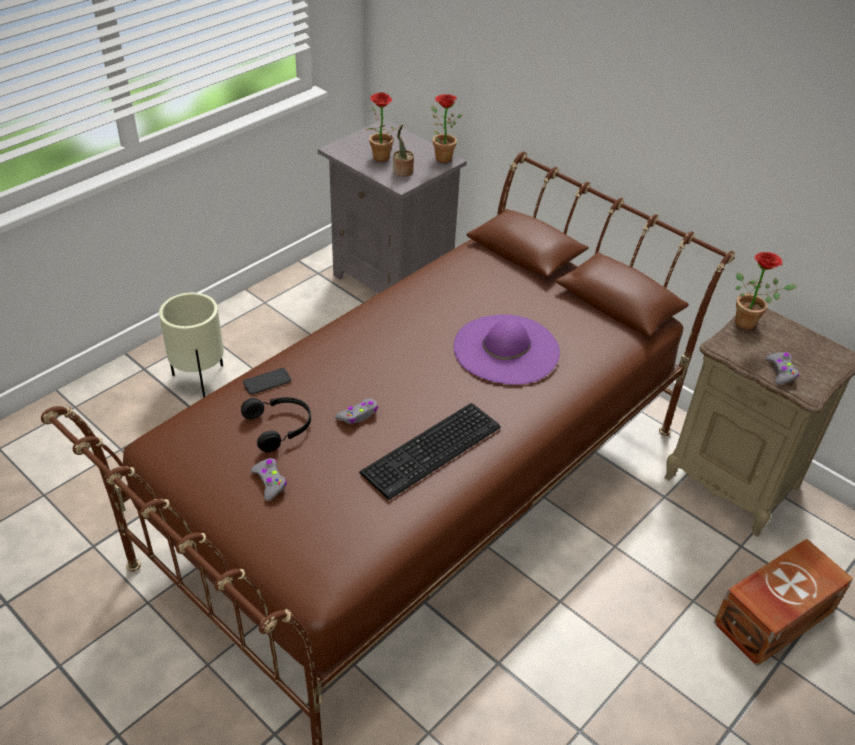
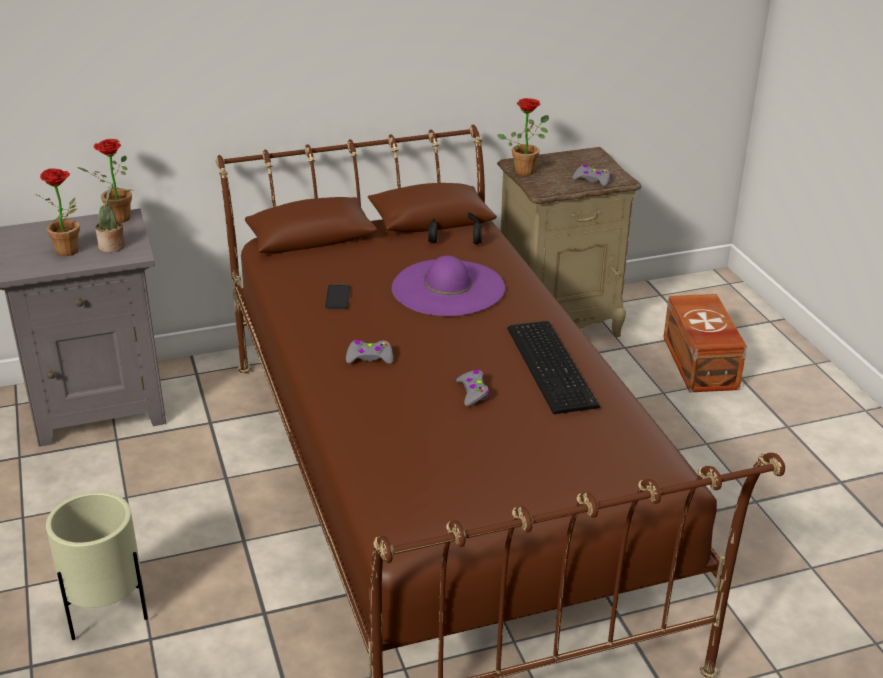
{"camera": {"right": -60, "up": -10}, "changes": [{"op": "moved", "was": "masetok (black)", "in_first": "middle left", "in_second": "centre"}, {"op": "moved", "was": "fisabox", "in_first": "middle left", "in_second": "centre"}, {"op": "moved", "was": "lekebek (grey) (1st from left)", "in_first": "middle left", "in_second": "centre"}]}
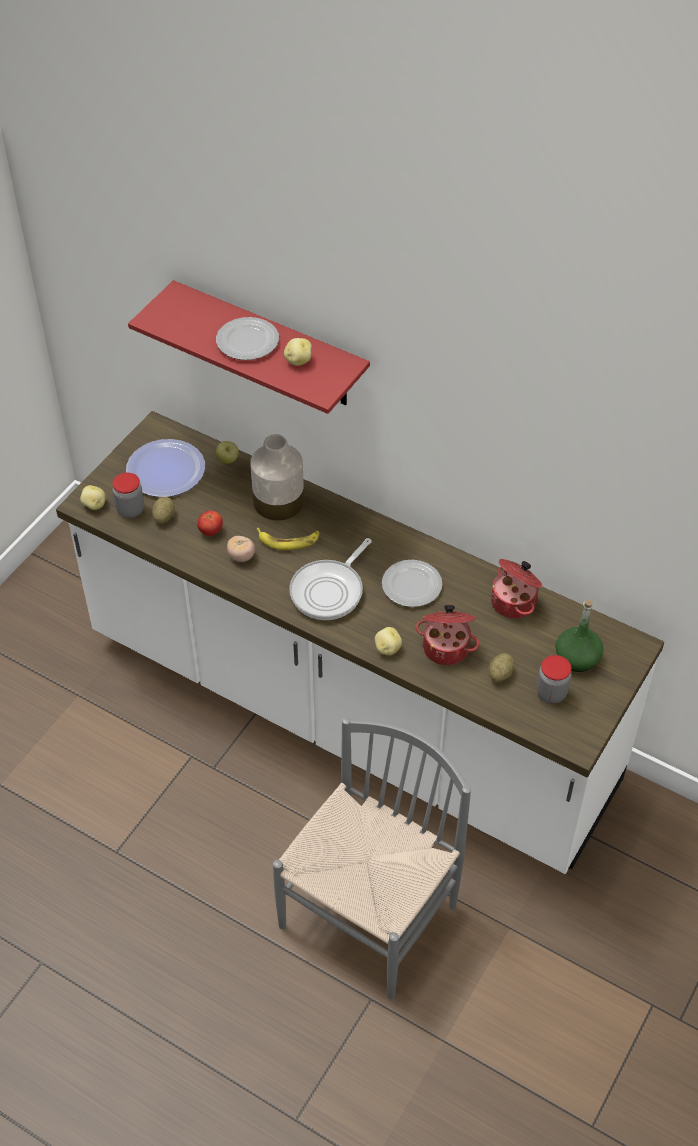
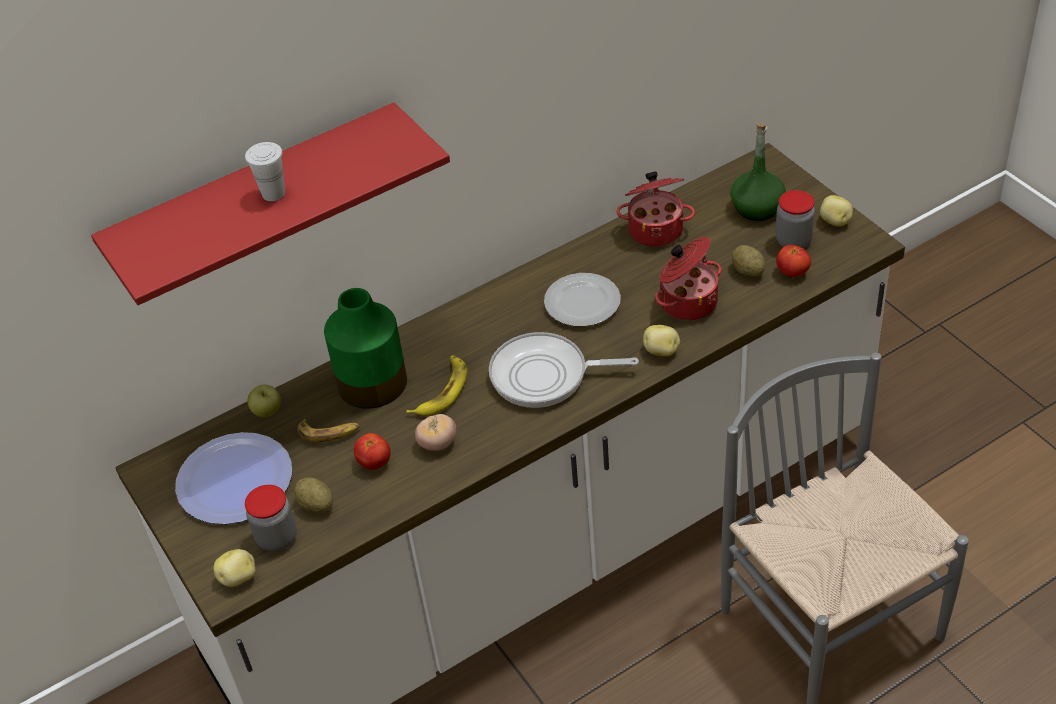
{"camera": {"right": -60, "up": -5}, "changes": [{"op": "added", "now": "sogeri (1st from left)", "in_second": "middle left"}, {"op": "added", "now": "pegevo (3rd from left)", "in_second": "middle right"}, {"op": "moved", "was": "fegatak (3rd from left in the first image)", "now": "fegatak (5th from left)", "in_first": "top centre", "in_second": "top right"}, {"op": "replaced", "was": "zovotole (2nd from left)", "now": "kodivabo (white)", "in_first": "top centre", "in_second": "top left"}, {"op": "recoloured", "was": "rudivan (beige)", "now": "rudivan (green)", "in_first": "centre", "in_second": "centre"}, {"op": "turned", "was": "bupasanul", "in_first": "centre", "in_second": "centre", "clockwise": 120}]}
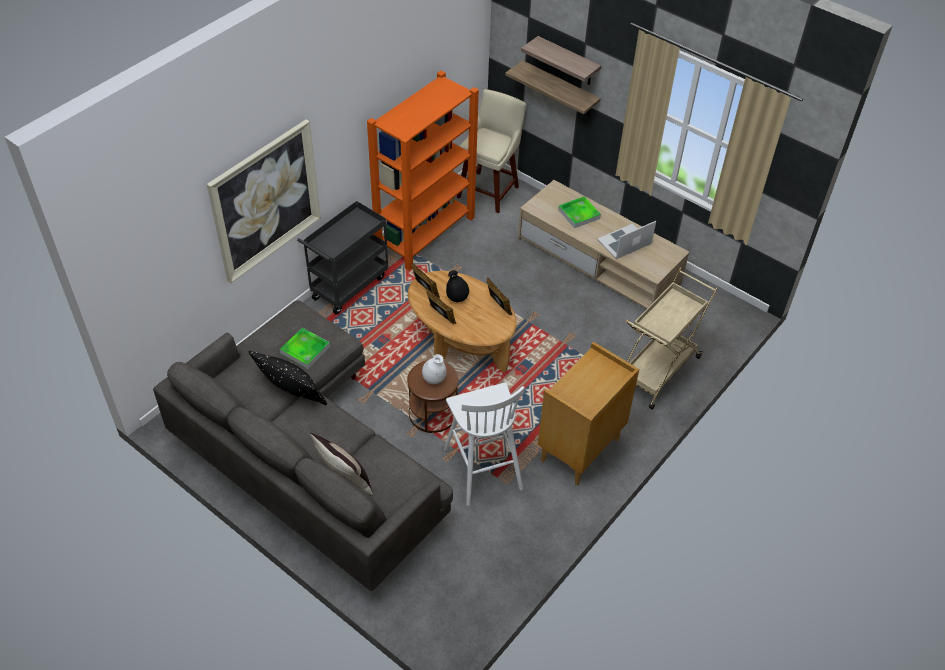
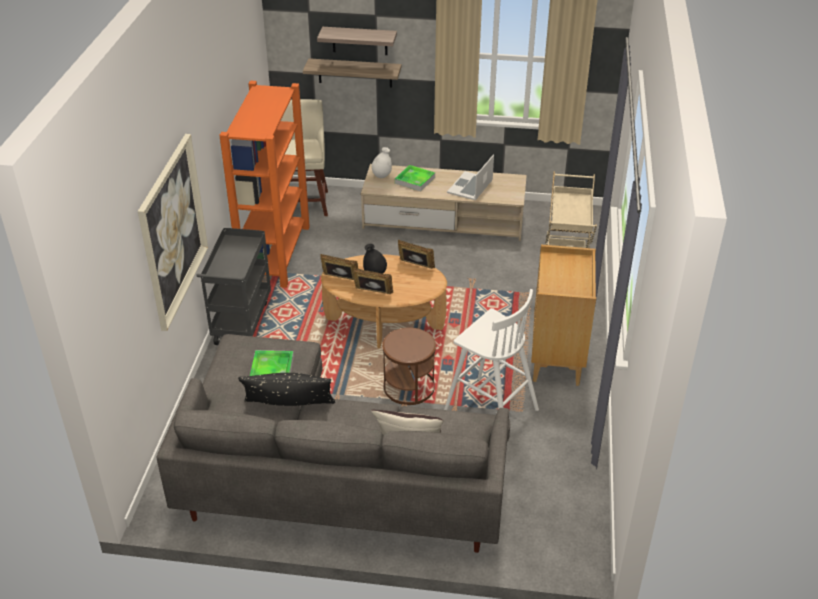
{"camera": {"right": -30, "up": -10}, "changes": [{"op": "moved", "was": "rudivan (white)", "in_first": "centre", "in_second": "top centre"}]}
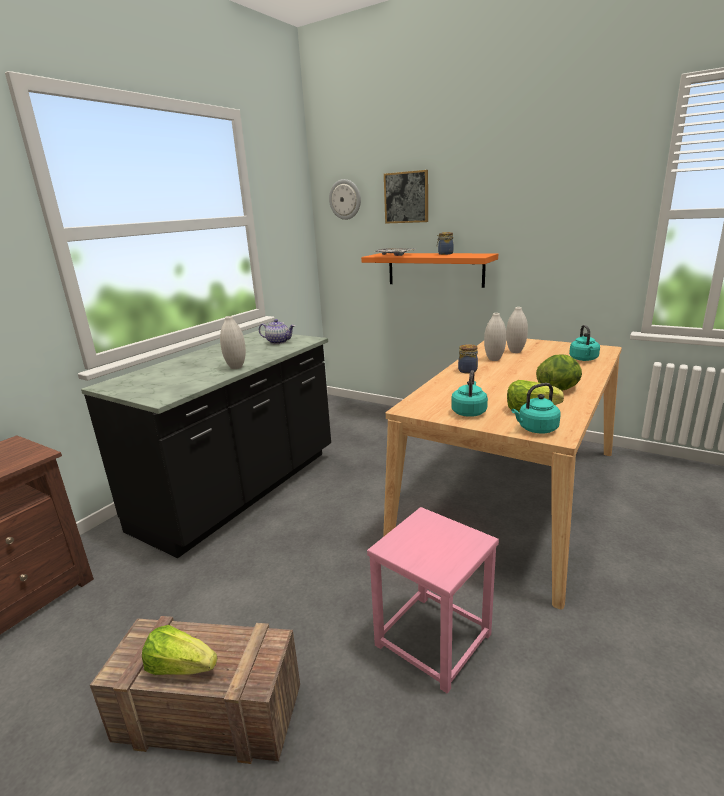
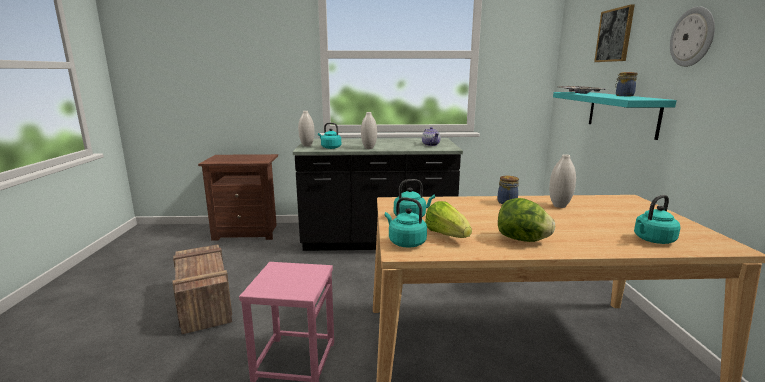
{"camera": {"right": 55, "up": -5}, "changes": [{"op": "removed", "was": "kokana (1st from left)", "in_first": "bottom left"}, {"op": "added", "now": "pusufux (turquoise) (1st from left)", "in_second": "centre"}, {"op": "moved", "was": "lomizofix", "in_first": "top centre", "in_second": "top right"}, {"op": "moved", "was": "rudivan (white) (3rd from left in the first image)", "now": "rudivan (white) (1st from left)", "in_first": "middle right", "in_second": "centre"}, {"op": "recoloured", "was": "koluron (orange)", "now": "koluron (turquoise)", "in_first": "centre", "in_second": "top right"}]}
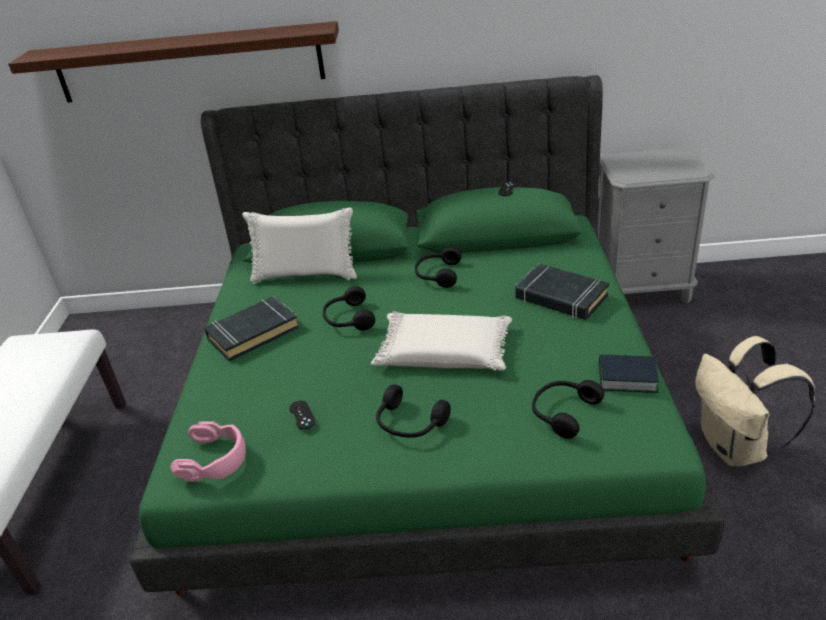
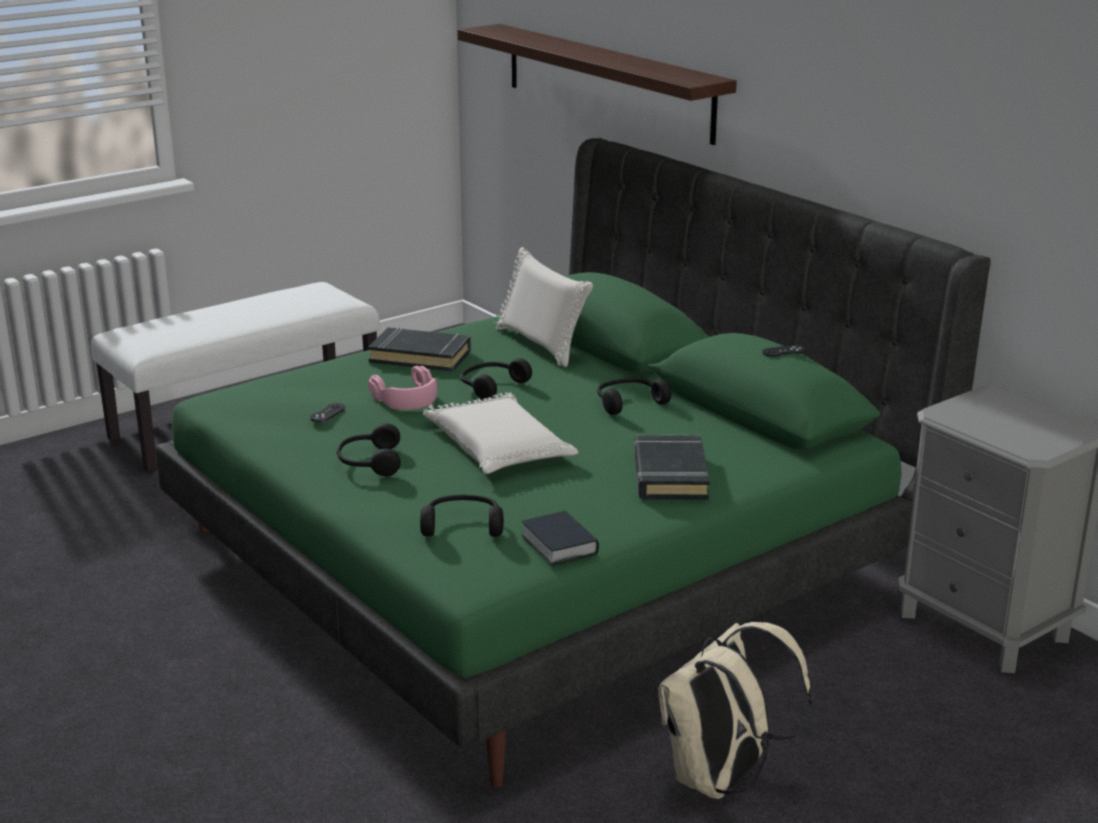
{"camera": {"right": 50, "up": -10}, "changes": [{"op": "moved", "was": "masetok (pink)", "in_first": "bottom left", "in_second": "centre"}]}
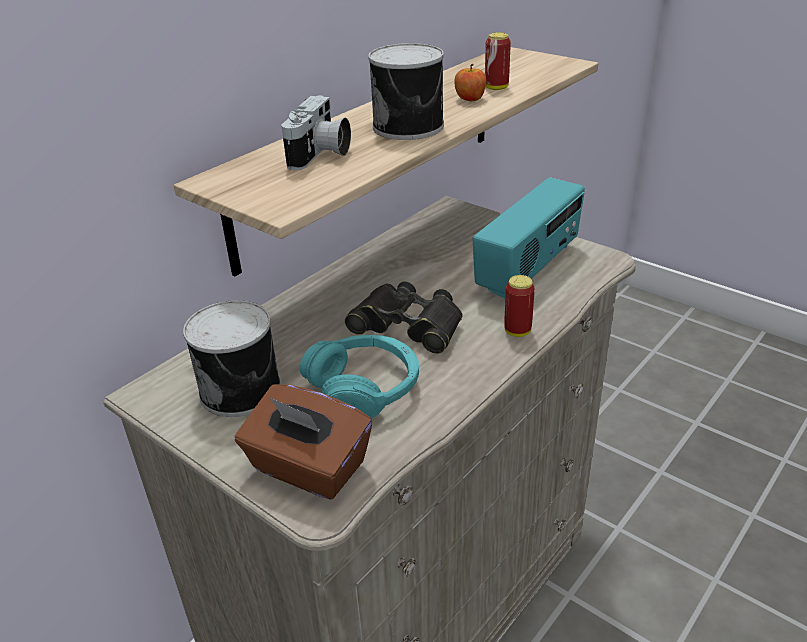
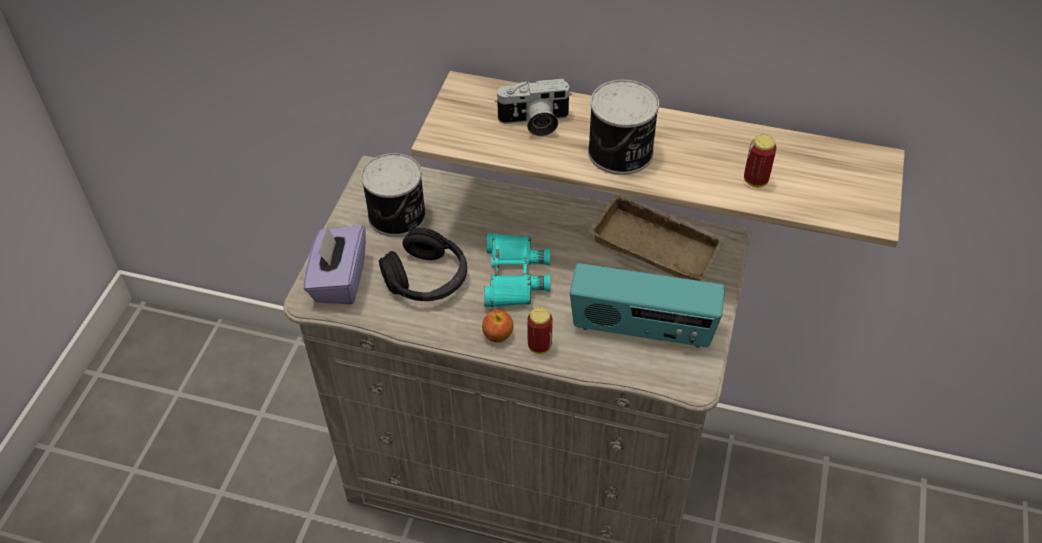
{"camera": {"right": 65, "up": 15}, "changes": [{"op": "added", "now": "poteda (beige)", "in_second": "centre"}, {"op": "moved", "was": "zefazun", "in_first": "top centre", "in_second": "centre"}, {"op": "recoloured", "was": "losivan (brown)", "now": "losivan (purple)", "in_first": "bottom centre", "in_second": "middle left"}, {"op": "recoloured", "was": "masetok (turquoise)", "now": "masetok (black)", "in_first": "centre", "in_second": "centre"}, {"op": "recoloured", "was": "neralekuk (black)", "now": "neralekuk (turquoise)", "in_first": "centre", "in_second": "centre"}]}
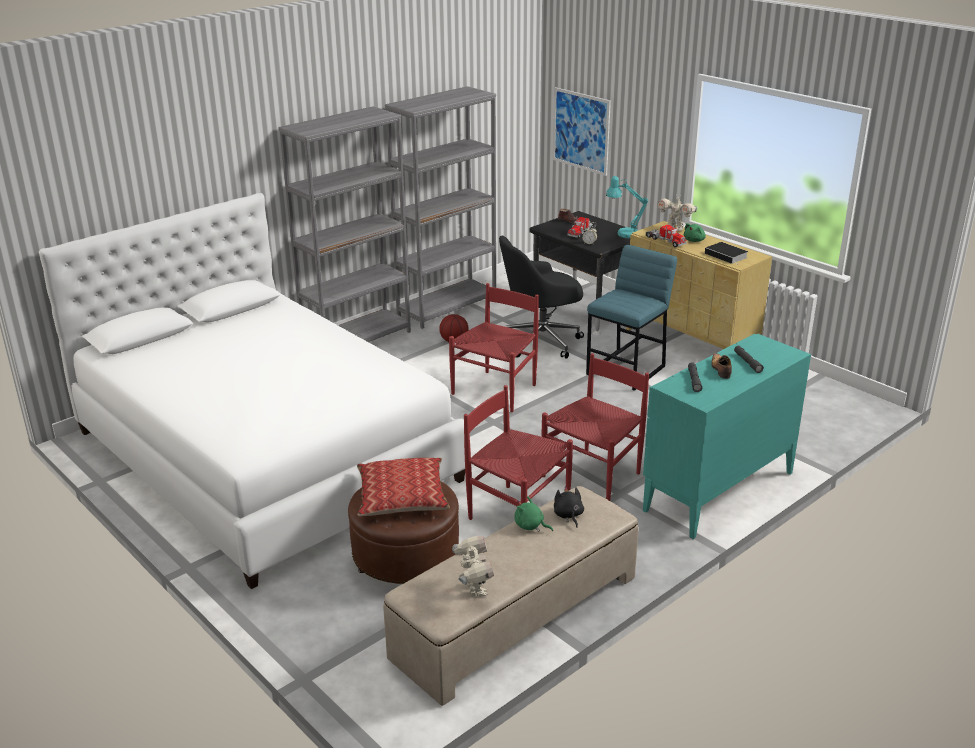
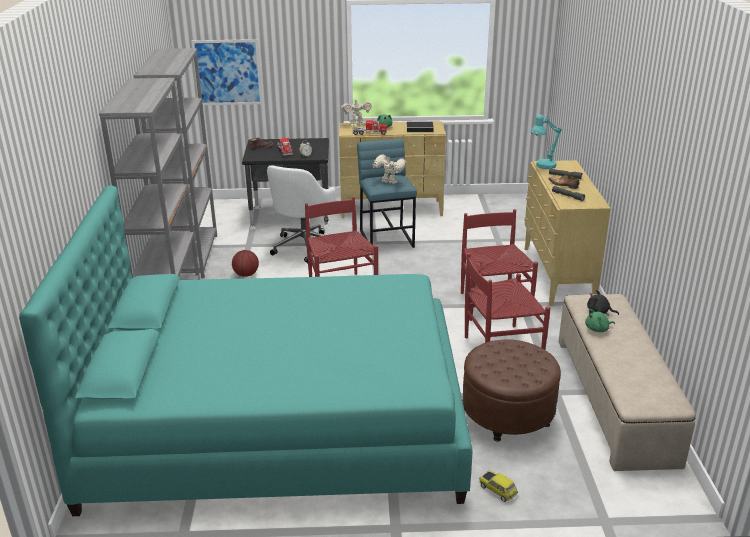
{"camera": {"right": -50, "up": 0}, "changes": [{"op": "removed", "was": "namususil", "in_first": "centre"}, {"op": "added", "now": "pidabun", "in_second": "bottom centre"}, {"op": "moved", "was": "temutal (1st from left in the first image)", "now": "temutal (2nd from left)", "in_first": "bottom centre", "in_second": "top centre"}, {"op": "moved", "was": "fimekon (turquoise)", "in_first": "top centre", "in_second": "top right"}, {"op": "recoloured", "was": "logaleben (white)", "now": "logaleben (turquoise)", "in_first": "middle left", "in_second": "middle left"}, {"op": "recoloured", "was": "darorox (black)", "now": "darorox (white)", "in_first": "centre", "in_second": "centre"}, {"op": "recoloured", "was": "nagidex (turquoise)", "now": "nagidex (beige) (2nd from left)", "in_first": "middle right", "in_second": "middle right"}]}
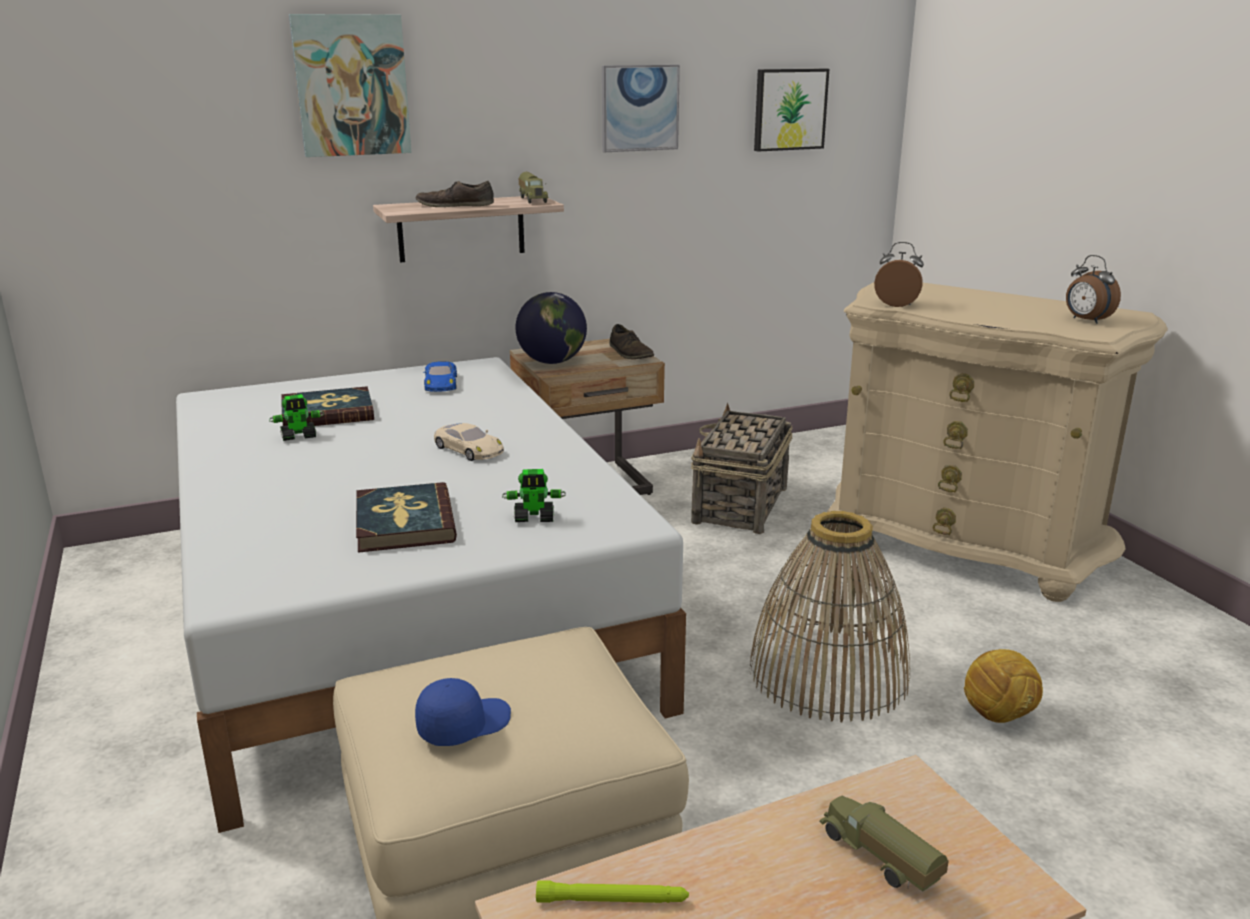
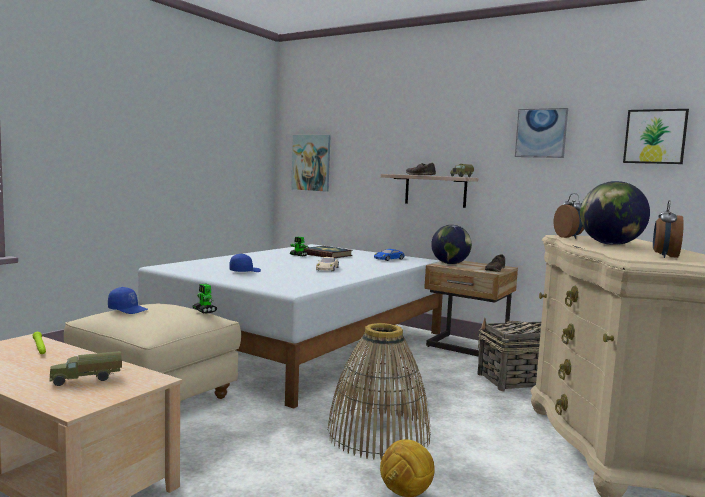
{"camera": {"right": 55, "up": -15}, "changes": [{"op": "added", "now": "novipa (2nd from left)", "in_second": "middle right"}, {"op": "moved", "was": "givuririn (1st from left)", "in_first": "top left", "in_second": "top centre"}, {"op": "moved", "was": "temutal (2nd from left in the first image)", "now": "temutal (1st from left)", "in_first": "centre", "in_second": "middle left"}, {"op": "replaced", "was": "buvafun (2nd from left)", "now": "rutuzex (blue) (2nd from left)", "in_first": "middle left", "in_second": "centre"}, {"op": "turned", "was": "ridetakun (2nd from left in the first image)", "in_first": "bottom right", "in_second": "bottom left", "clockwise": -135}]}
